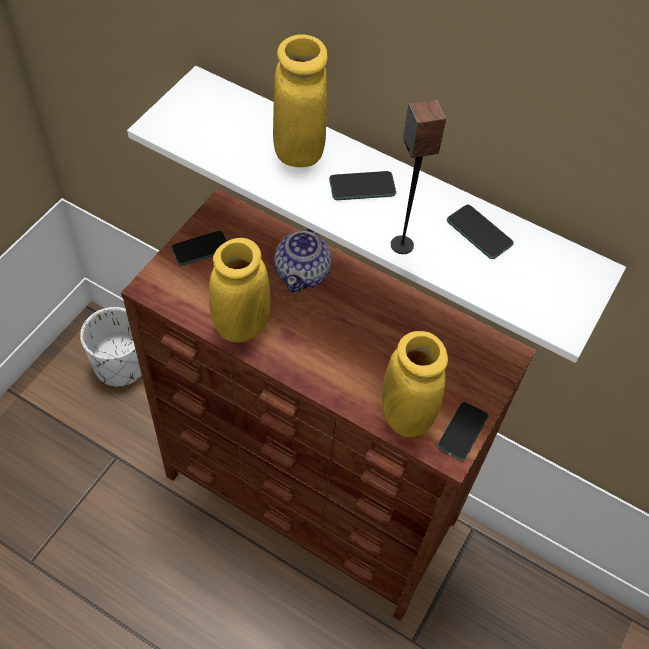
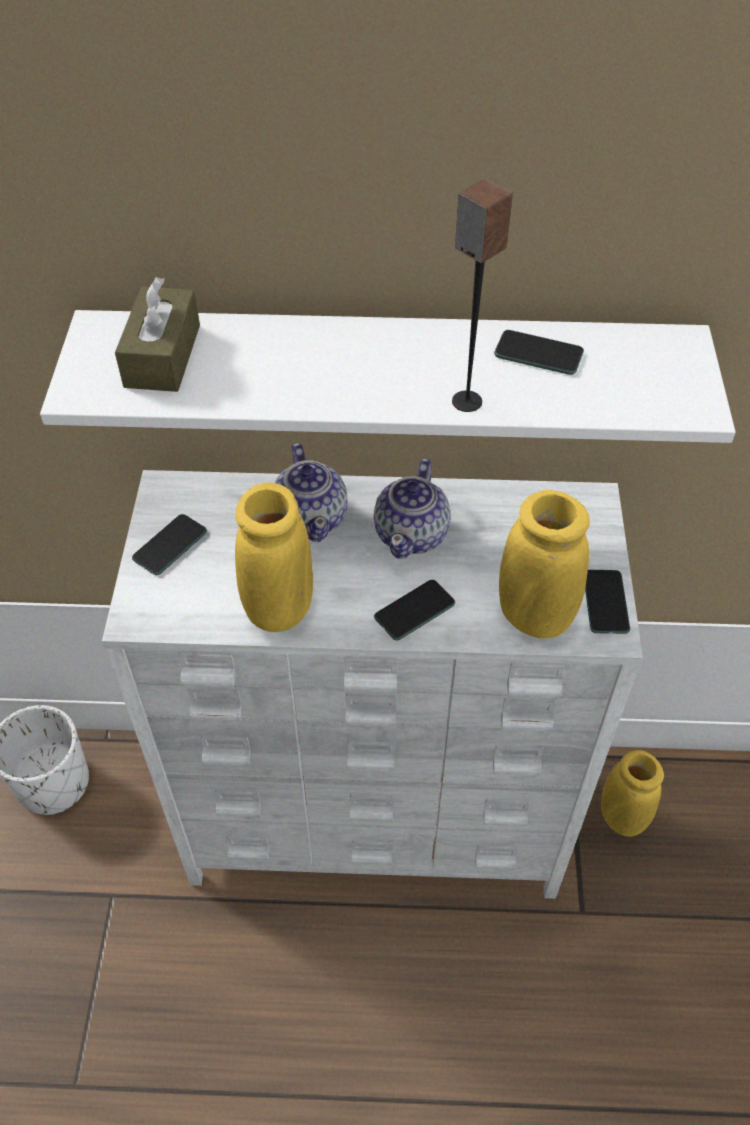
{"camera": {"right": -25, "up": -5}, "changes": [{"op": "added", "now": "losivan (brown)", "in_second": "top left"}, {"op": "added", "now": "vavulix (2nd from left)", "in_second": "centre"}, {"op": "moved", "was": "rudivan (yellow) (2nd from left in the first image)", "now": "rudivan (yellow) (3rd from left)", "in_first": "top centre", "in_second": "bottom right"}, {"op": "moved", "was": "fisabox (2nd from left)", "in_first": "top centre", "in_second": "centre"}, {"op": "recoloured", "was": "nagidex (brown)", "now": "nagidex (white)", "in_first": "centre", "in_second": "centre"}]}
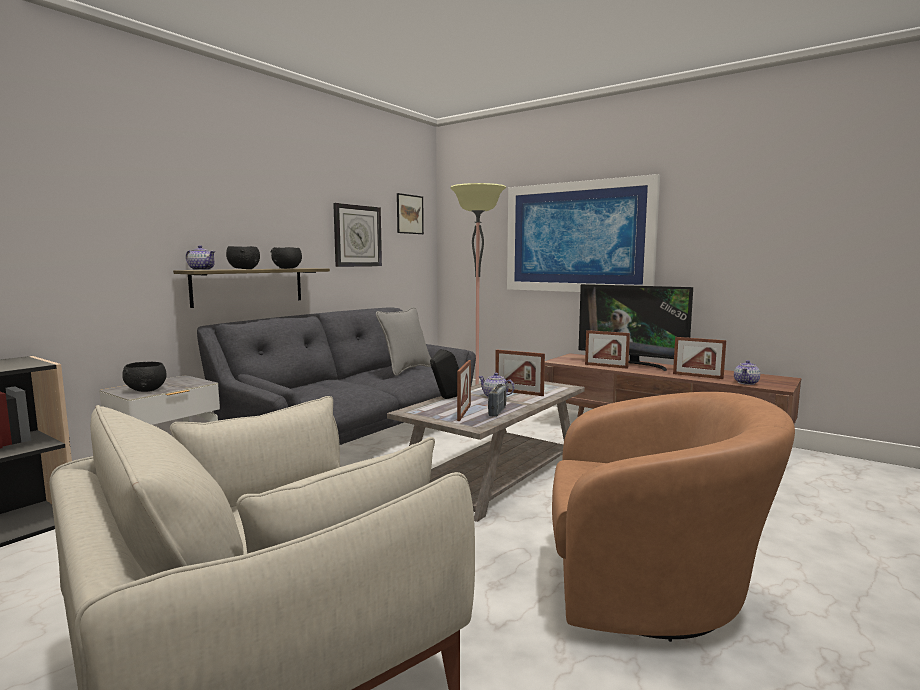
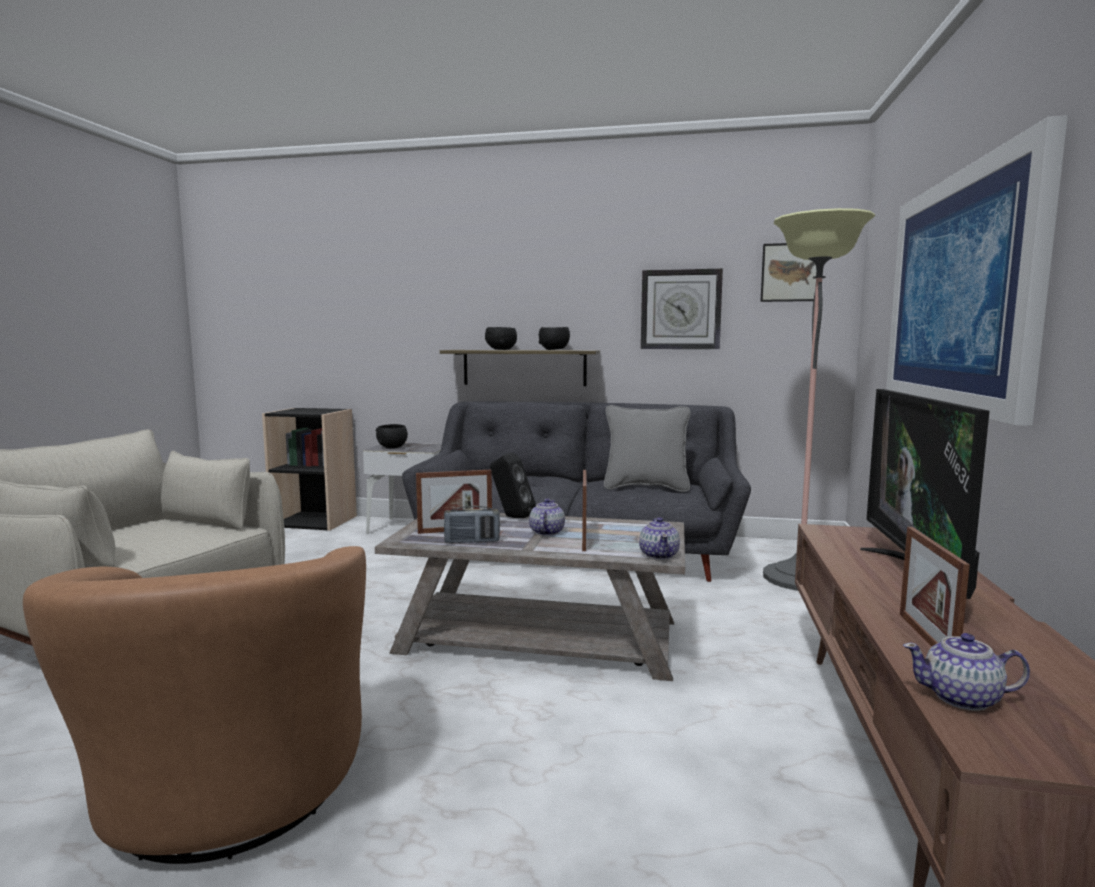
{"camera": {"right": 65, "up": 0}, "changes": [{"op": "removed", "was": "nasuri (3rd from left)", "in_first": "centre"}, {"op": "moved", "was": "vavulix (1st from left in the first image)", "now": "vavulix (2nd from left)", "in_first": "middle left", "in_second": "centre"}]}
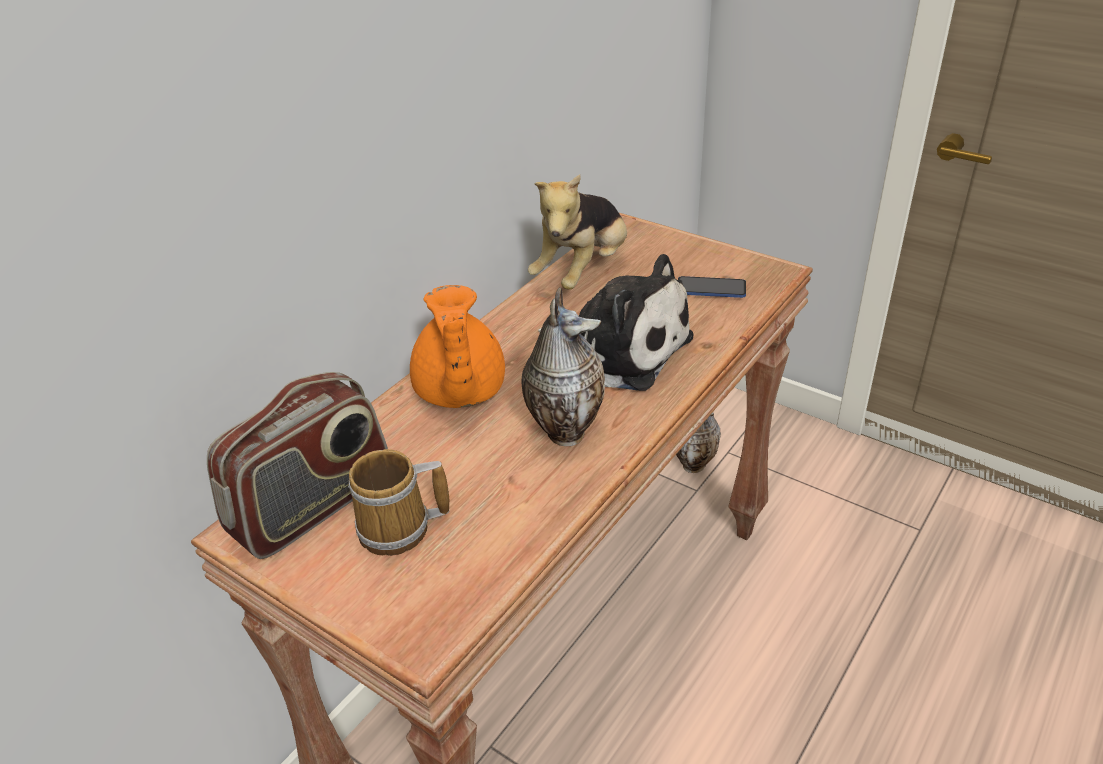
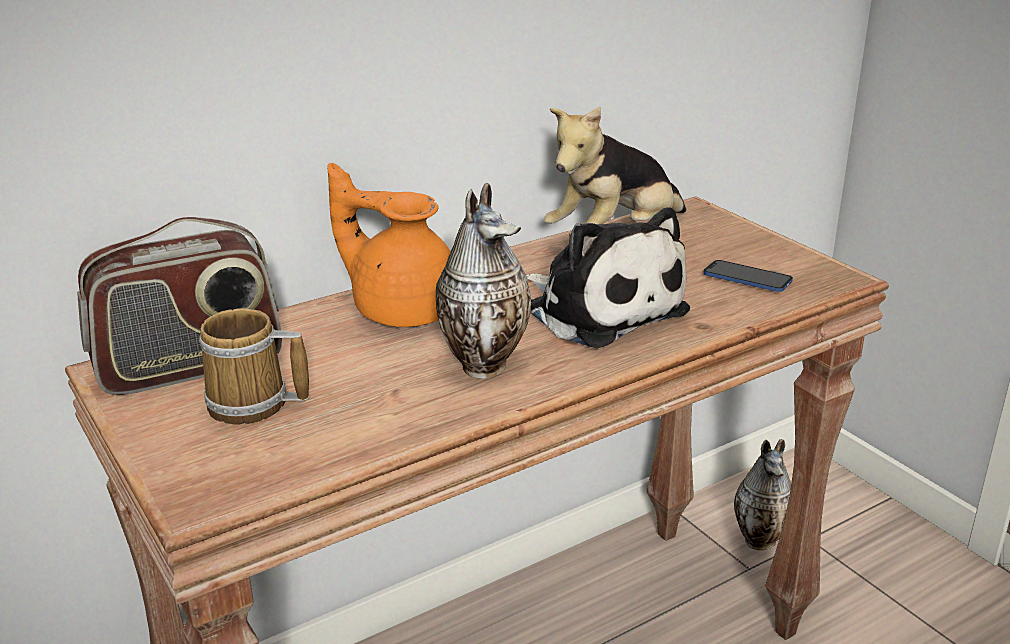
{"camera": {"right": 20, "up": -10}, "changes": [{"op": "turned", "was": "vavulix (orange)", "in_first": "centre", "in_second": "centre", "clockwise": 105}]}
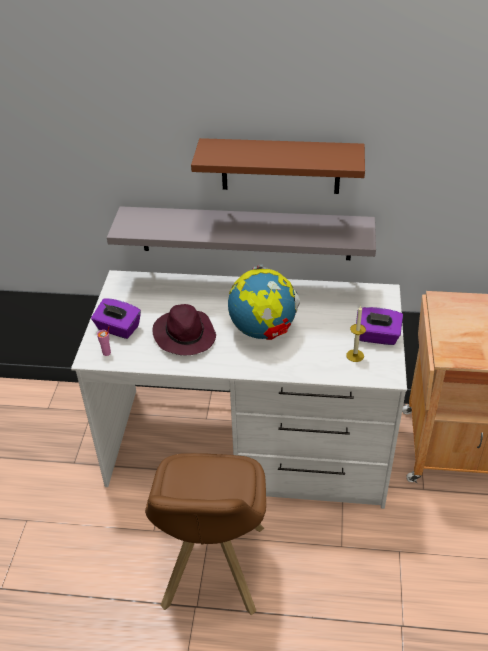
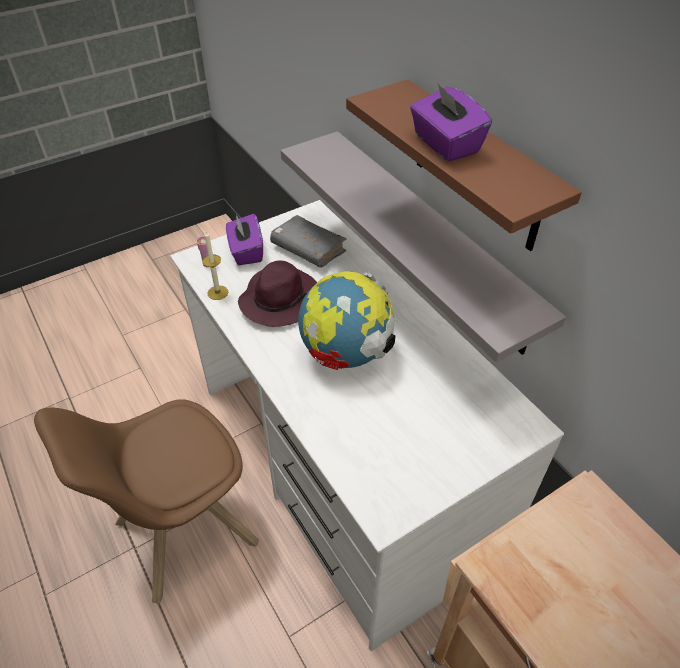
{"camera": {"right": 50, "up": 5}, "changes": [{"op": "added", "now": "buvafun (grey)", "in_second": "centre"}, {"op": "moved", "was": "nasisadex", "in_first": "middle right", "in_second": "middle left"}, {"op": "moved", "was": "losivan (purple) (2nd from left)", "in_first": "middle right", "in_second": "top centre"}]}
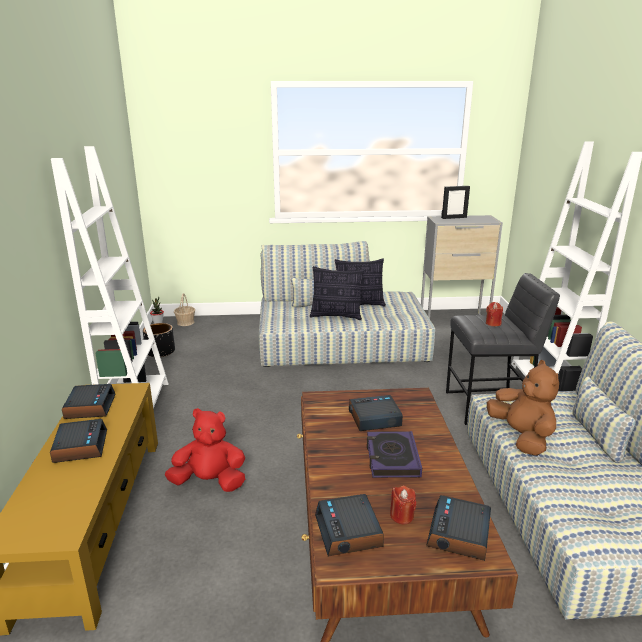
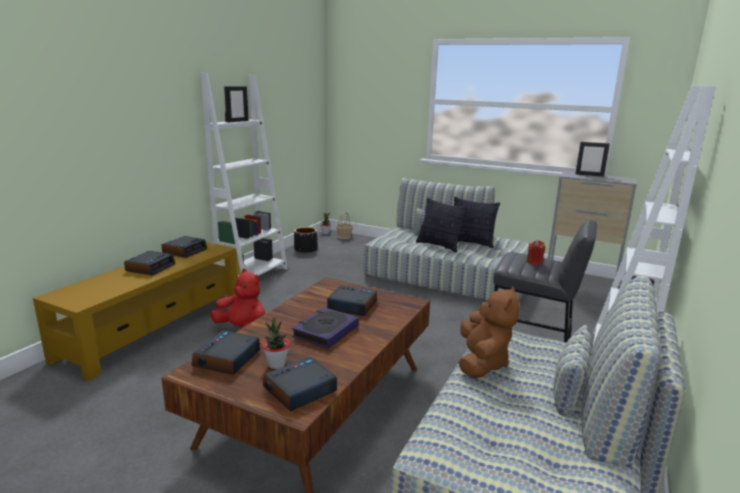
{"camera": {"right": 30, "up": -5}, "changes": [{"op": "added", "now": "nasuri (1st from left)", "in_second": "top left"}, {"op": "replaced", "was": "nasisadex (red) (1st from left)", "now": "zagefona (1st from left)", "in_first": "bottom centre", "in_second": "bottom centre"}]}
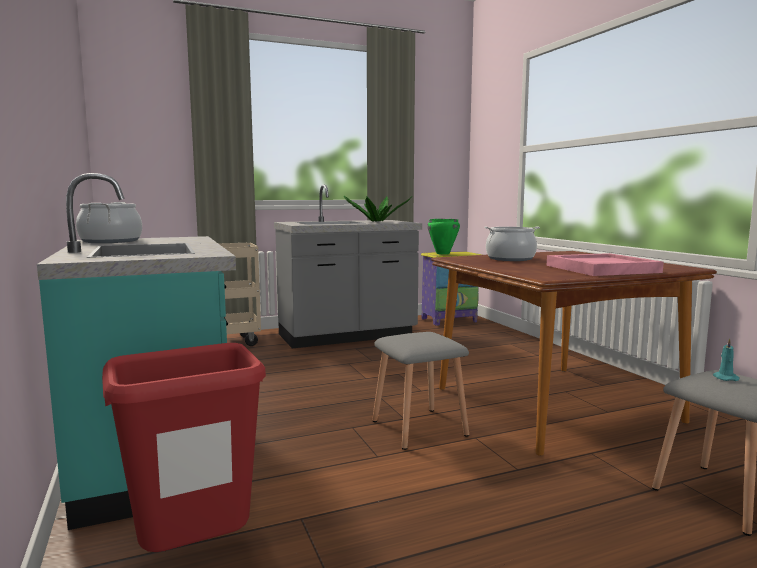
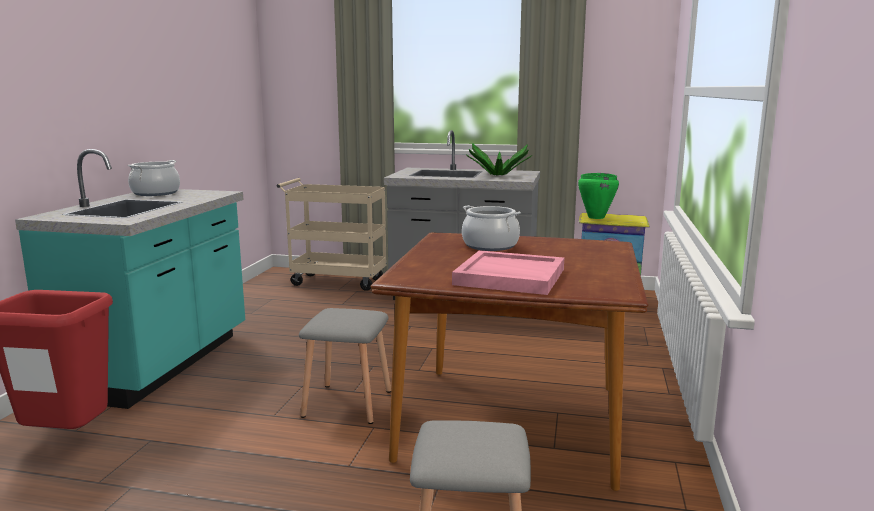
{"camera": {"right": 35, "up": 5}, "changes": [{"op": "removed", "was": "nasisadex (turquoise)", "in_first": "middle right"}]}
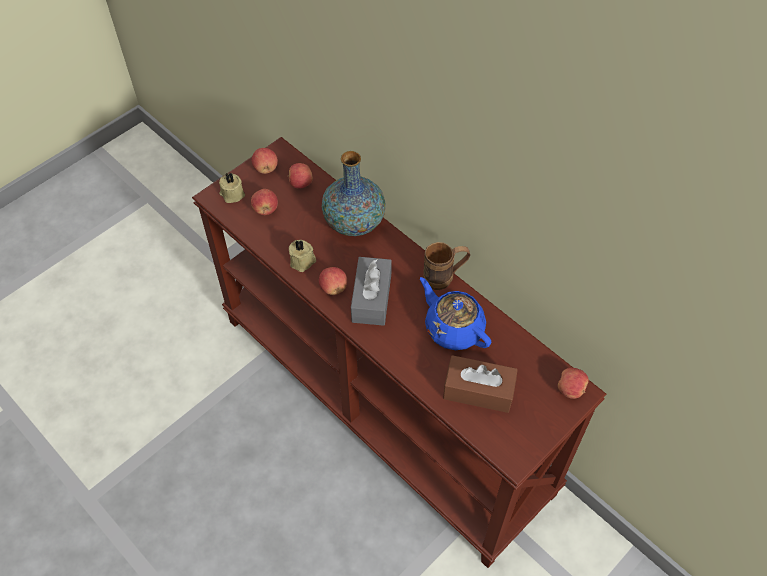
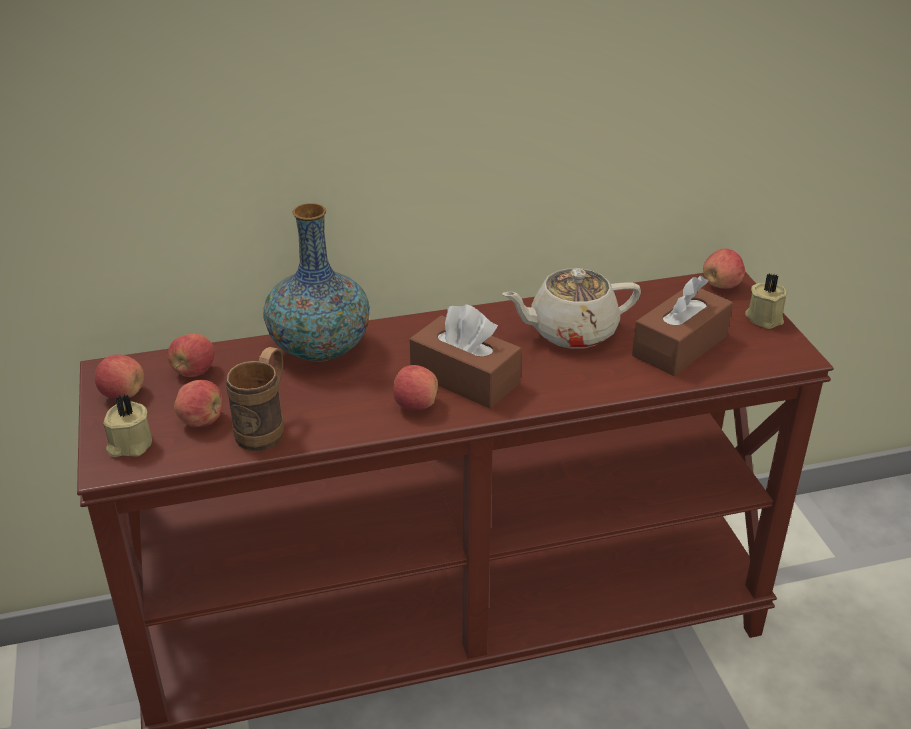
{"camera": {"right": -60, "up": -20}, "changes": [{"op": "moved", "was": "nasisadex (beige) (2nd from left)", "in_first": "centre", "in_second": "middle right"}, {"op": "moved", "was": "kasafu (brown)", "in_first": "centre", "in_second": "middle left"}, {"op": "recoloured", "was": "losivan (grey)", "now": "losivan (brown) (1st from left)", "in_first": "centre", "in_second": "centre"}, {"op": "recoloured", "was": "vavulix (blue)", "now": "vavulix (beige)", "in_first": "centre", "in_second": "centre"}]}
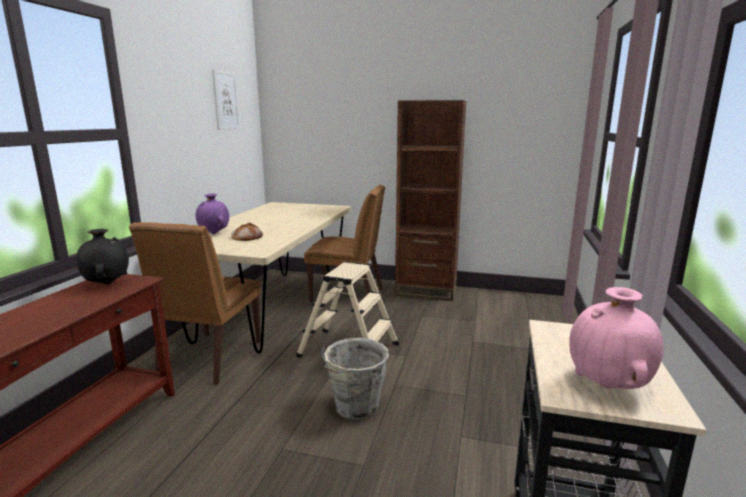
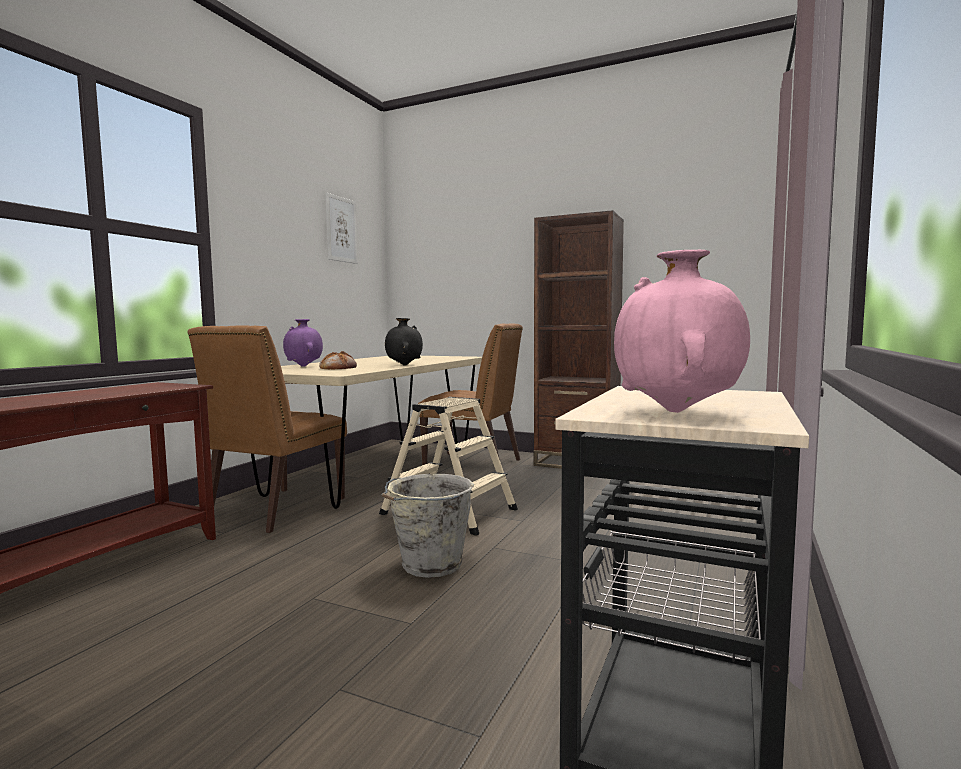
{"camera": {"right": 10, "up": -10}, "changes": [{"op": "moved", "was": "rudivan (black)", "in_first": "middle left", "in_second": "centre"}]}
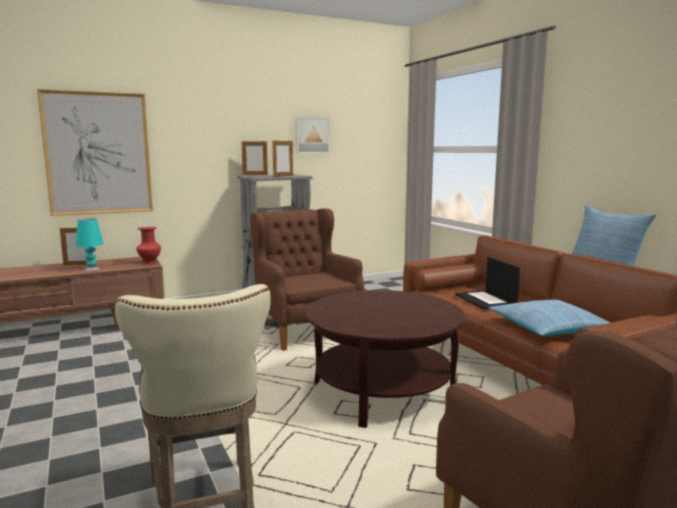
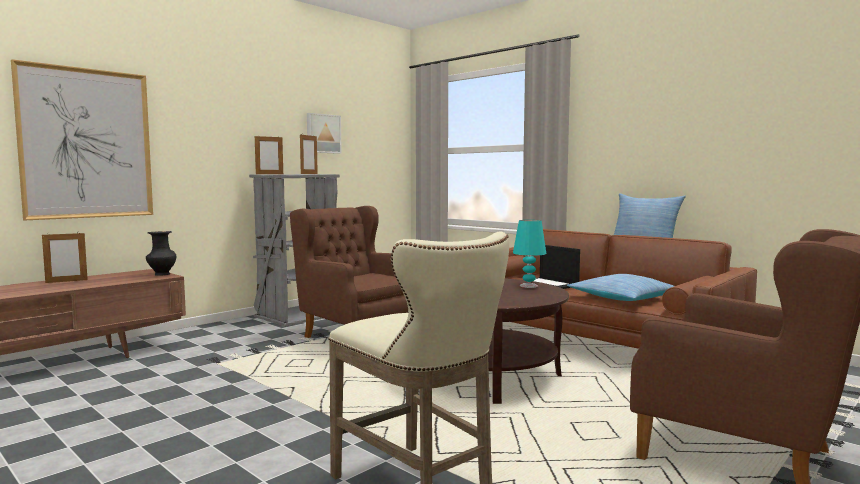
{"camera": {"right": -20, "up": -5}, "changes": [{"op": "moved", "was": "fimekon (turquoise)", "in_first": "middle left", "in_second": "centre"}, {"op": "recoloured", "was": "rudivan (red)", "now": "rudivan (black)", "in_first": "middle left", "in_second": "middle left"}]}
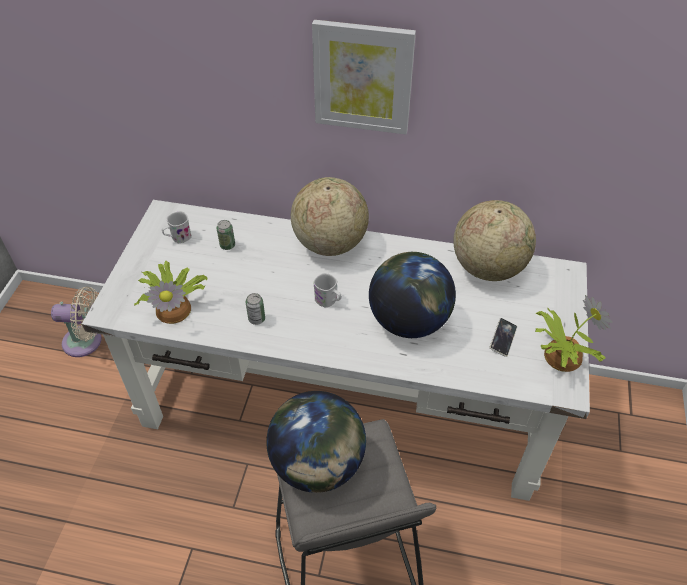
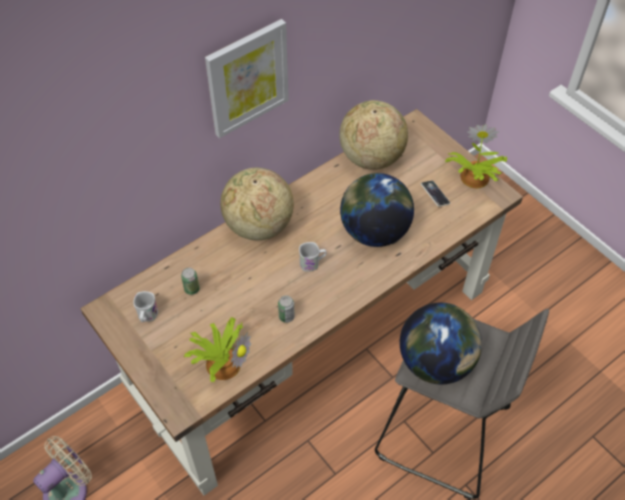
{"camera": {"right": -50, "up": 5}, "changes": [{"op": "recoloured", "was": "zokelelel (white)", "now": "zokelelel (brown)", "in_first": "centre", "in_second": "centre"}]}
